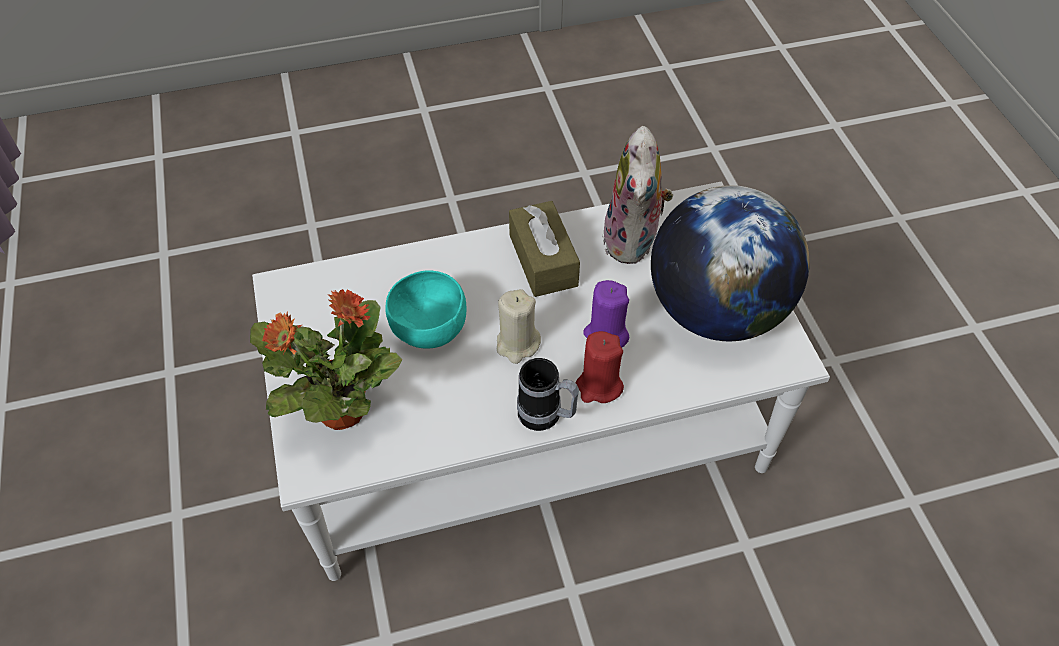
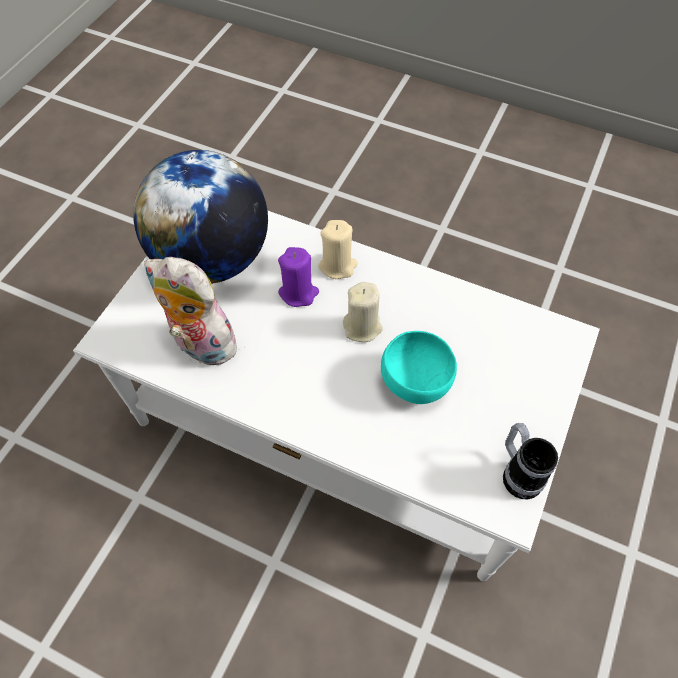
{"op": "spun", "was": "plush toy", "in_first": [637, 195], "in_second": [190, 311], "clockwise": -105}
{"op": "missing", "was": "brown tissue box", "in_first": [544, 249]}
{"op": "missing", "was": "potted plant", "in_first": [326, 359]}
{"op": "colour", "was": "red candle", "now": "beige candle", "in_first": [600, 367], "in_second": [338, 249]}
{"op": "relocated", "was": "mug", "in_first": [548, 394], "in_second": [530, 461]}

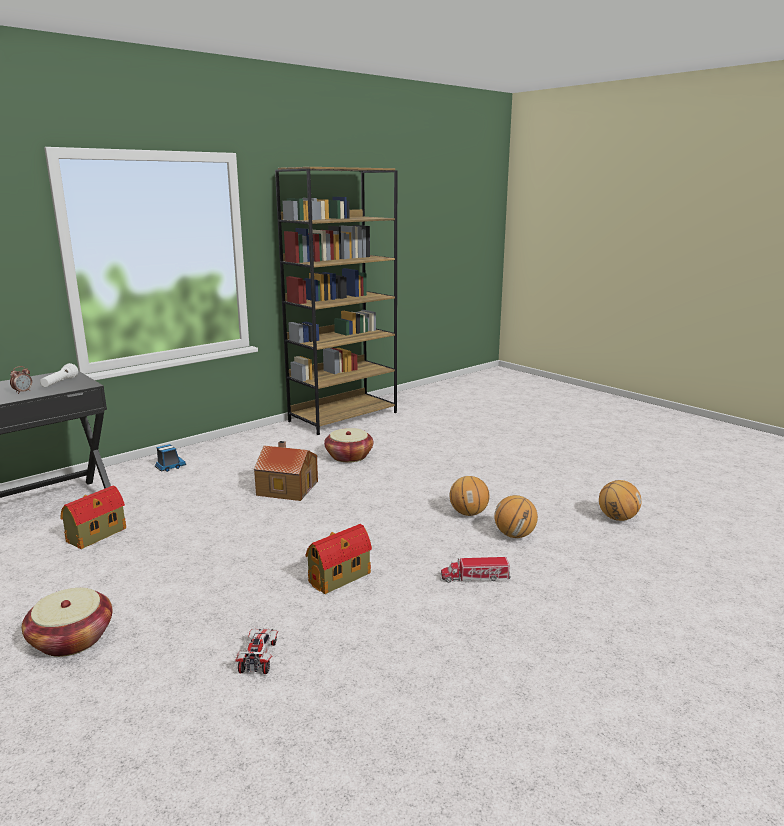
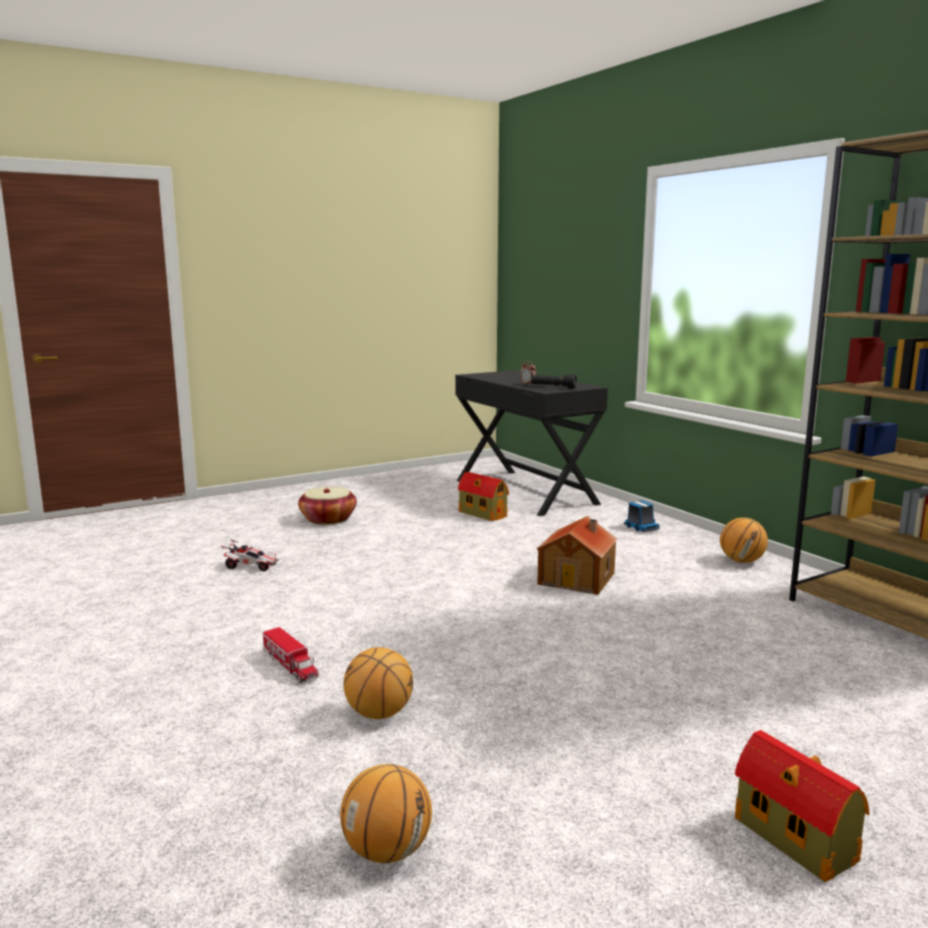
{"op": "colour", "was": "white flashlight", "now": "black flashlight", "in_first": [59, 375], "in_second": [553, 381]}
{"op": "missing", "was": "basket", "in_first": [348, 445]}
{"op": "relocated", "was": "basketball", "in_first": [470, 496], "in_second": [744, 540]}
{"op": "relocated", "was": "toy house", "in_first": [338, 559], "in_second": [802, 806]}
{"op": "spun", "was": "toy truck", "in_first": [476, 570], "in_second": [291, 655], "clockwise": 135}

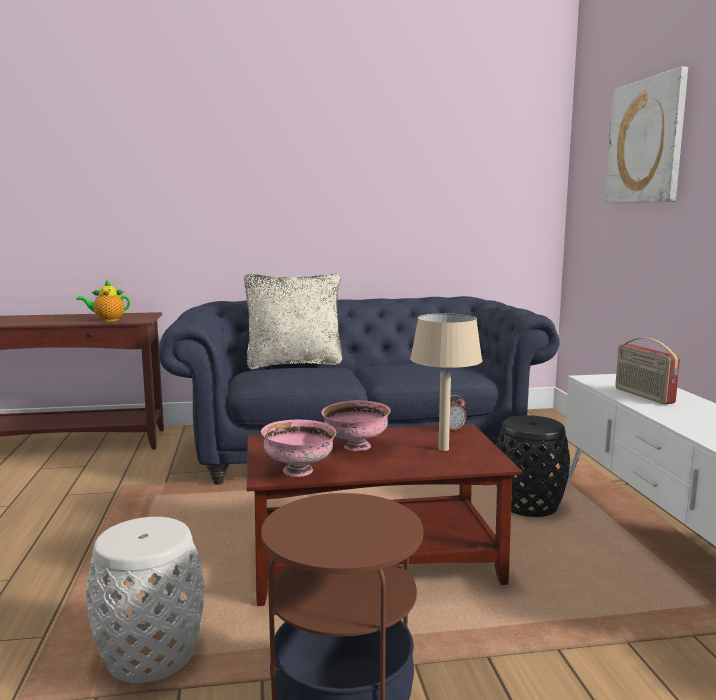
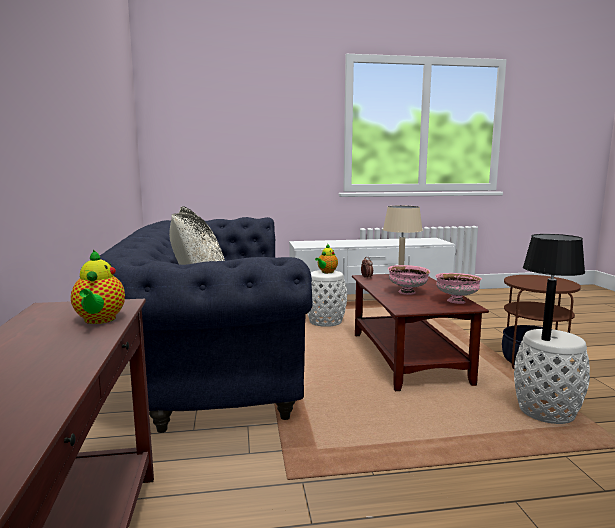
{"op": "missing", "was": "picture", "in_first": [646, 134]}
{"op": "missing", "was": "radio", "in_first": [647, 371]}
{"op": "colour", "was": "black stool", "now": "white stool", "in_first": [533, 466], "in_second": [327, 298]}
{"op": "appeared", "now": "black table lamp", "in_second": [554, 287]}
{"op": "appeared", "now": "teapot", "in_second": [326, 258]}

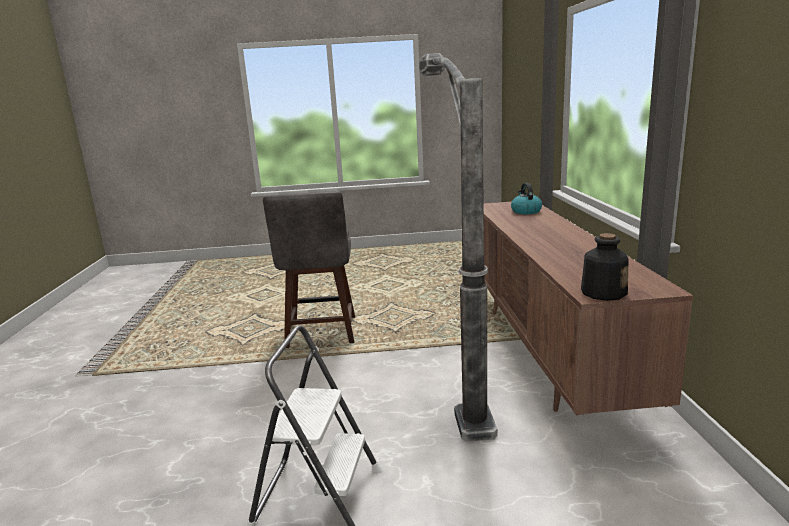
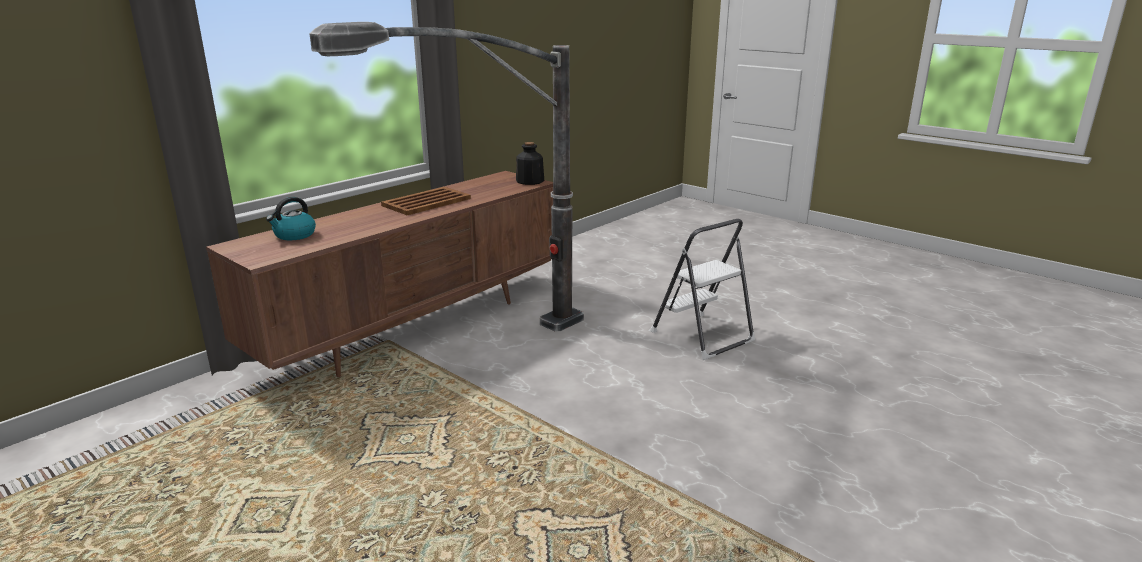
{"op": "missing", "was": "grey stool", "in_first": [309, 269]}
{"op": "appeared", "now": "brown tray", "in_second": [426, 201]}

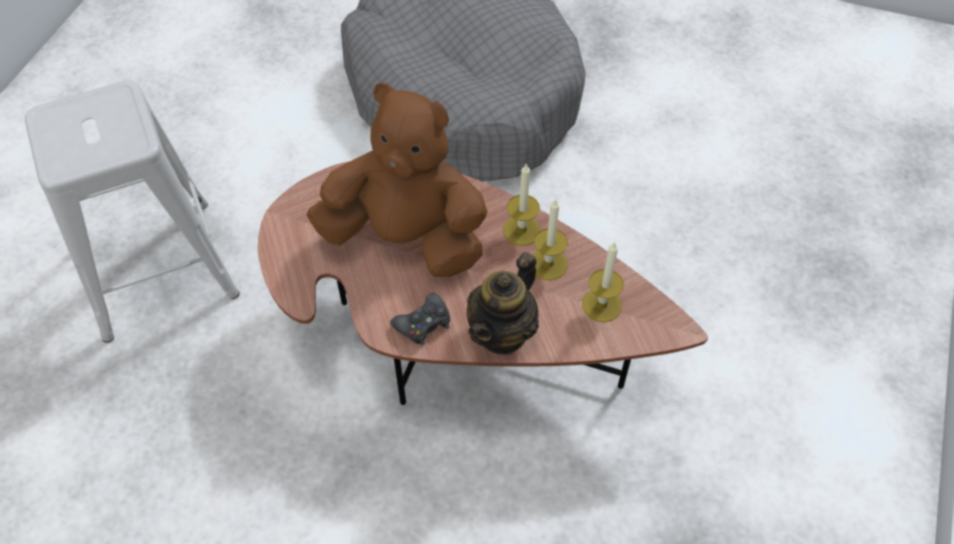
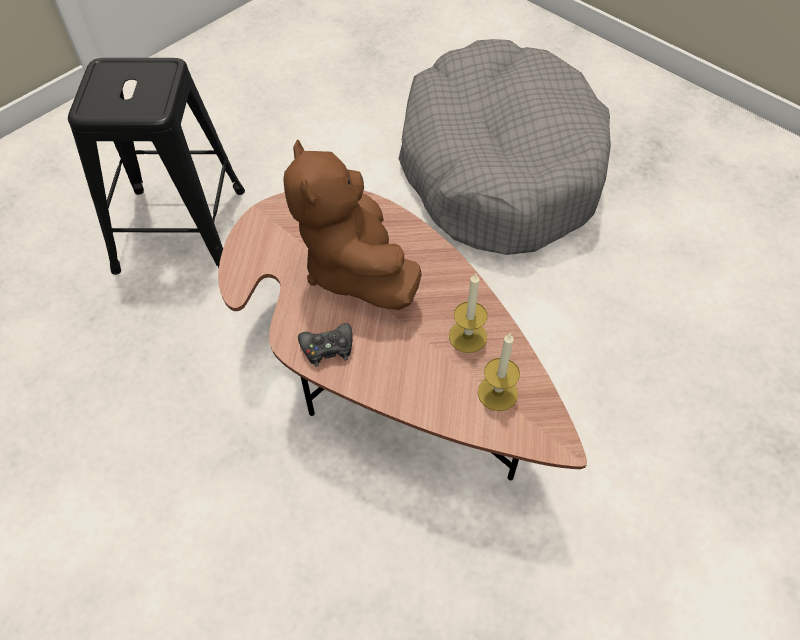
{"op": "colour", "was": "white stool", "now": "black stool", "in_first": [132, 212], "in_second": [156, 166]}
{"op": "spun", "was": "brown plush toy", "in_first": [397, 180], "in_second": [352, 225], "clockwise": -150}
{"op": "missing", "was": "candle", "in_first": [521, 205]}
{"op": "missing", "was": "teapot", "in_first": [503, 303]}

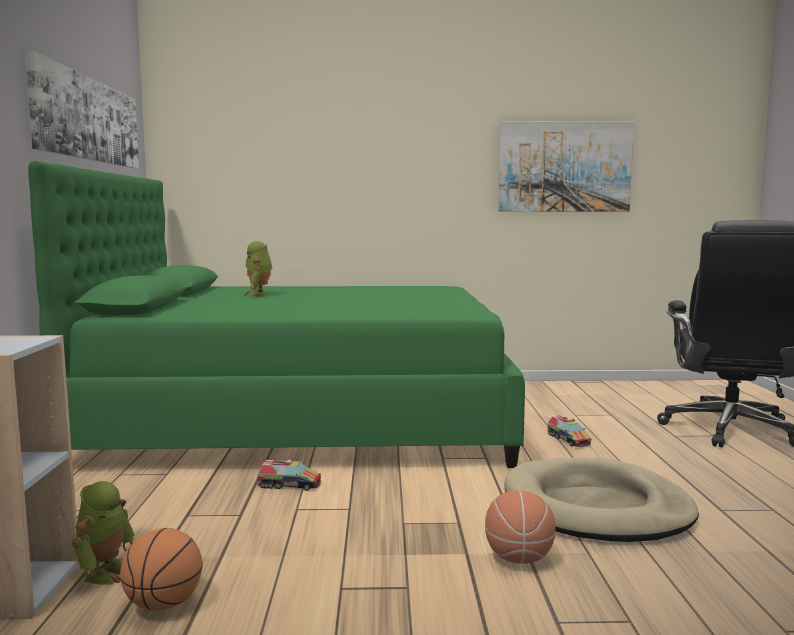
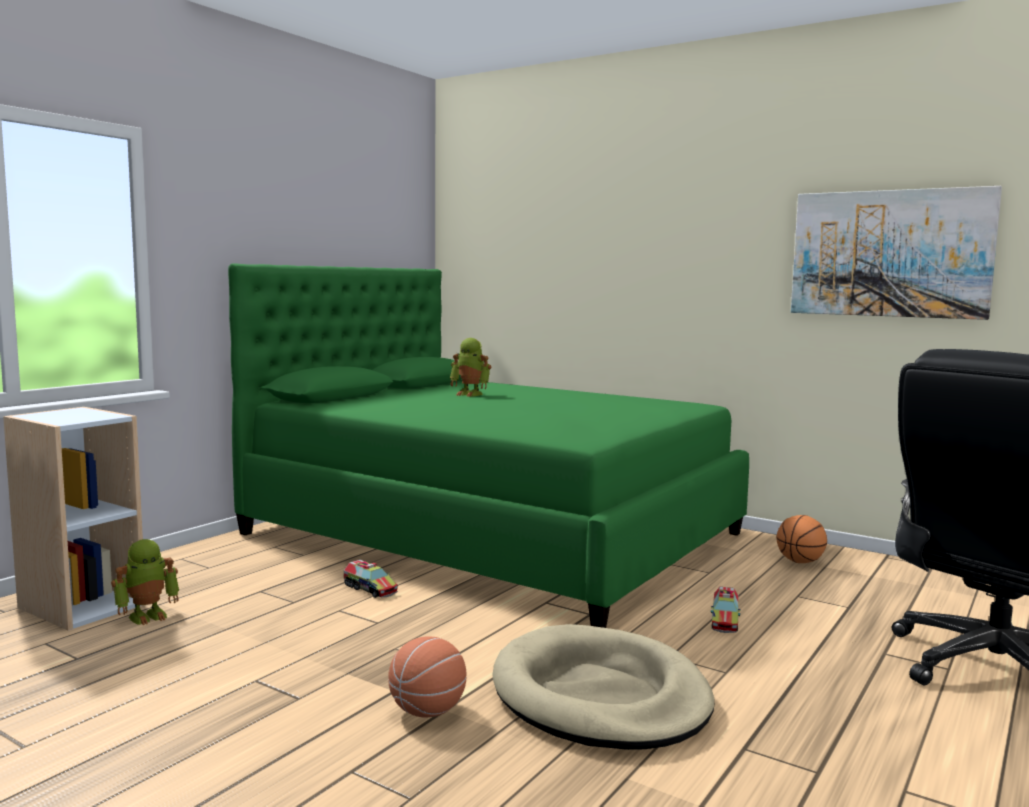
{"op": "missing", "was": "picture", "in_first": [82, 109]}
{"op": "spun", "was": "toy robot", "in_first": [258, 268], "in_second": [470, 367], "clockwise": -90}
{"op": "relocated", "was": "basketball", "in_first": [161, 569], "in_second": [801, 539]}

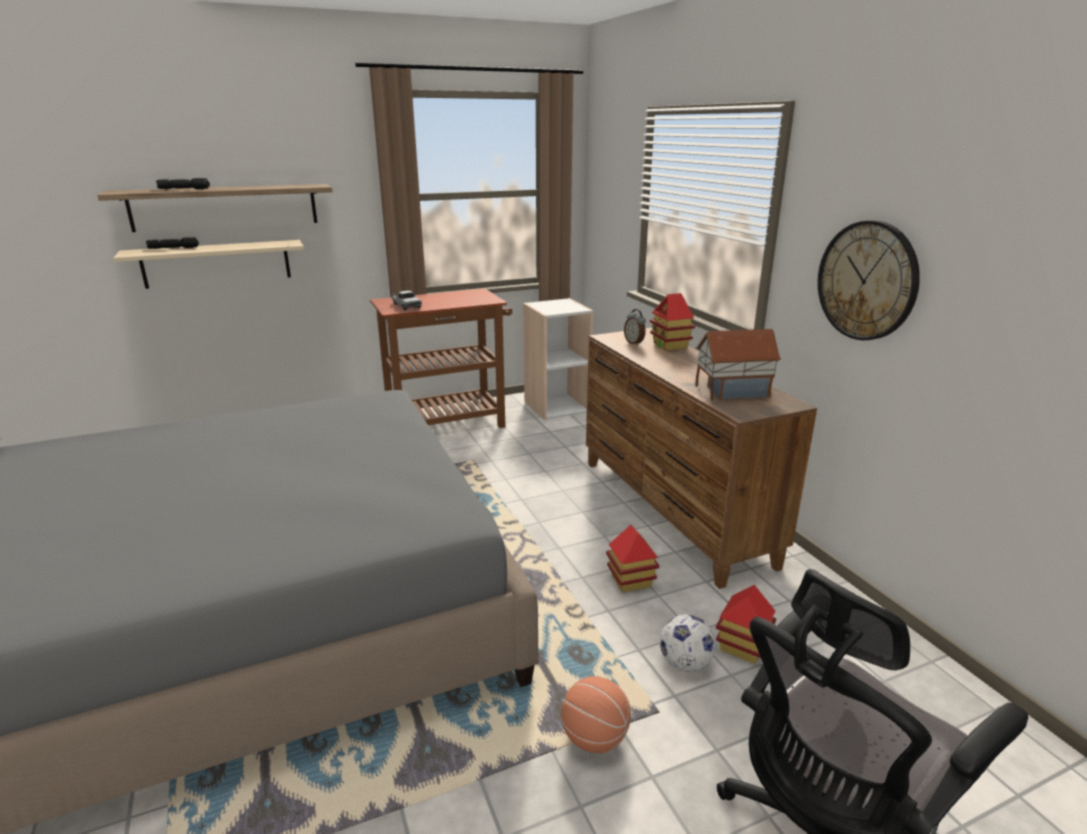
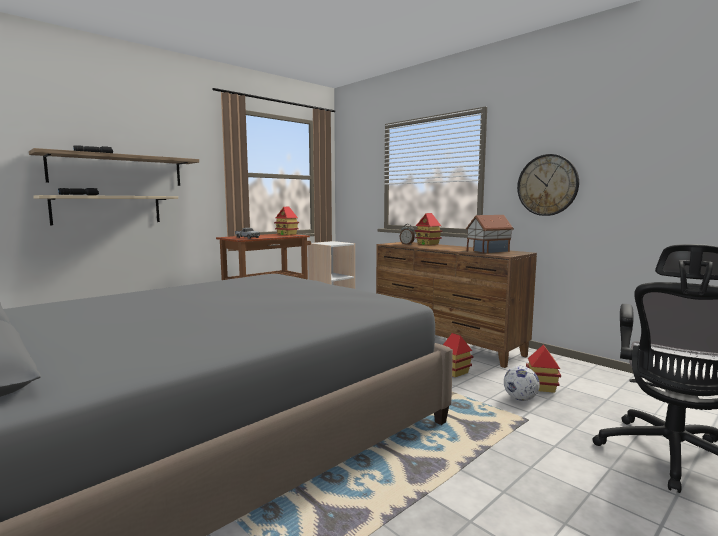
{"op": "missing", "was": "basketball", "in_first": [596, 714]}
{"op": "appeared", "now": "toy house", "in_second": [286, 221]}

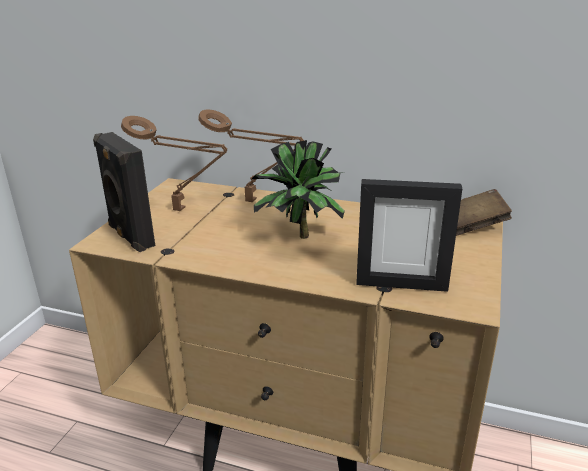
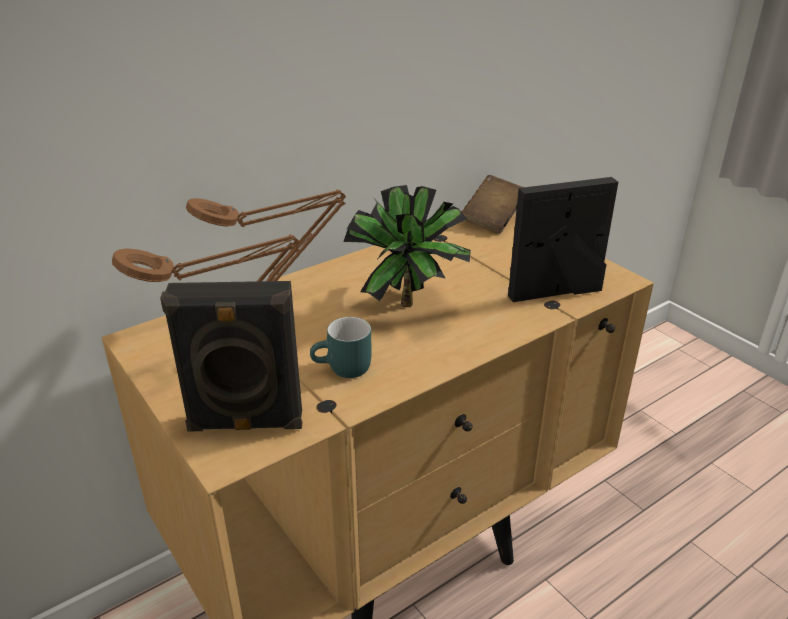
{"op": "spun", "was": "picture frame", "in_first": [409, 235], "in_second": [563, 239], "clockwise": -150}
{"op": "appeared", "now": "turquoise mug", "in_second": [341, 347]}

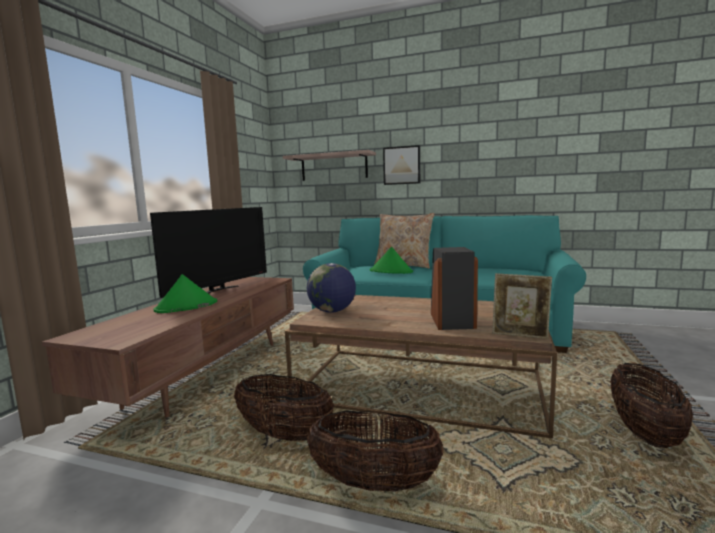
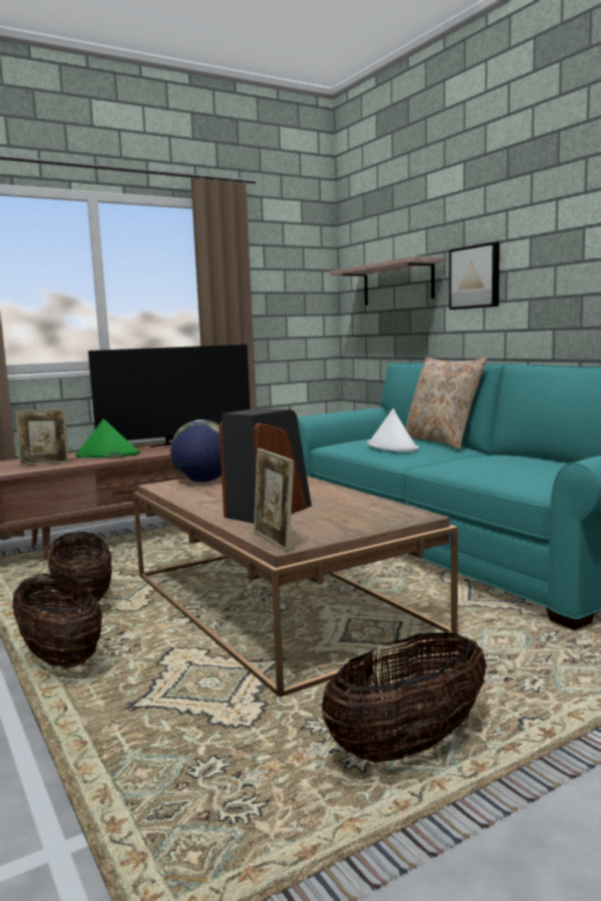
{"op": "colour", "was": "green hat", "now": "white hat", "in_first": [391, 260], "in_second": [393, 430]}
{"op": "appeared", "now": "picture frame", "in_second": [42, 437]}

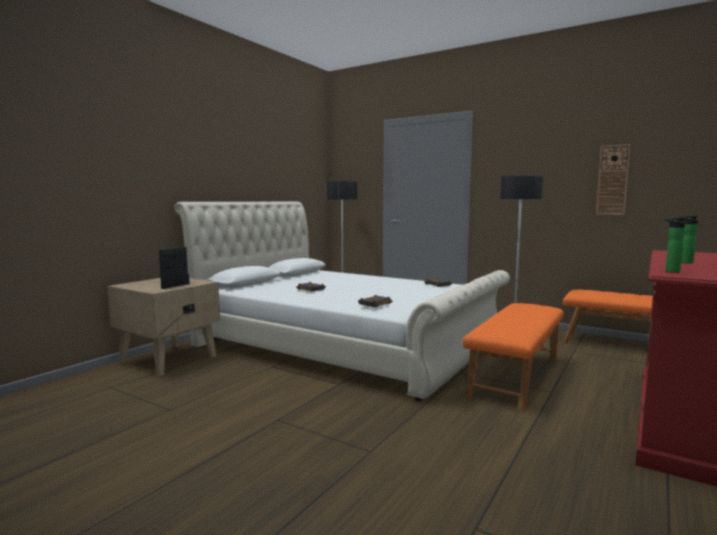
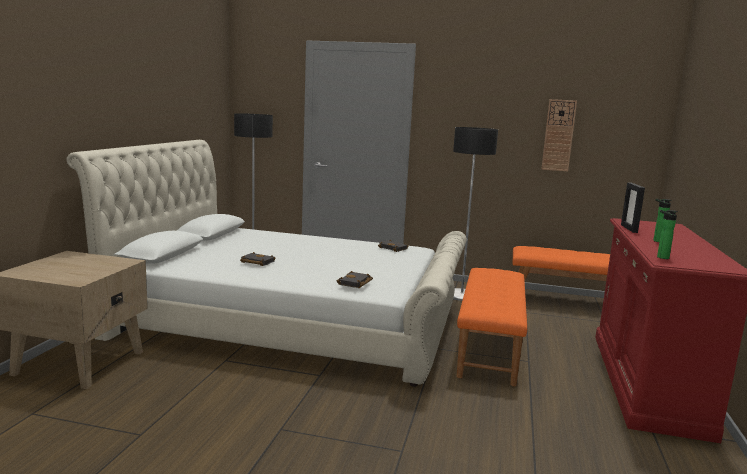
{"op": "relocated", "was": "picture frame", "in_first": [174, 268], "in_second": [633, 207]}

